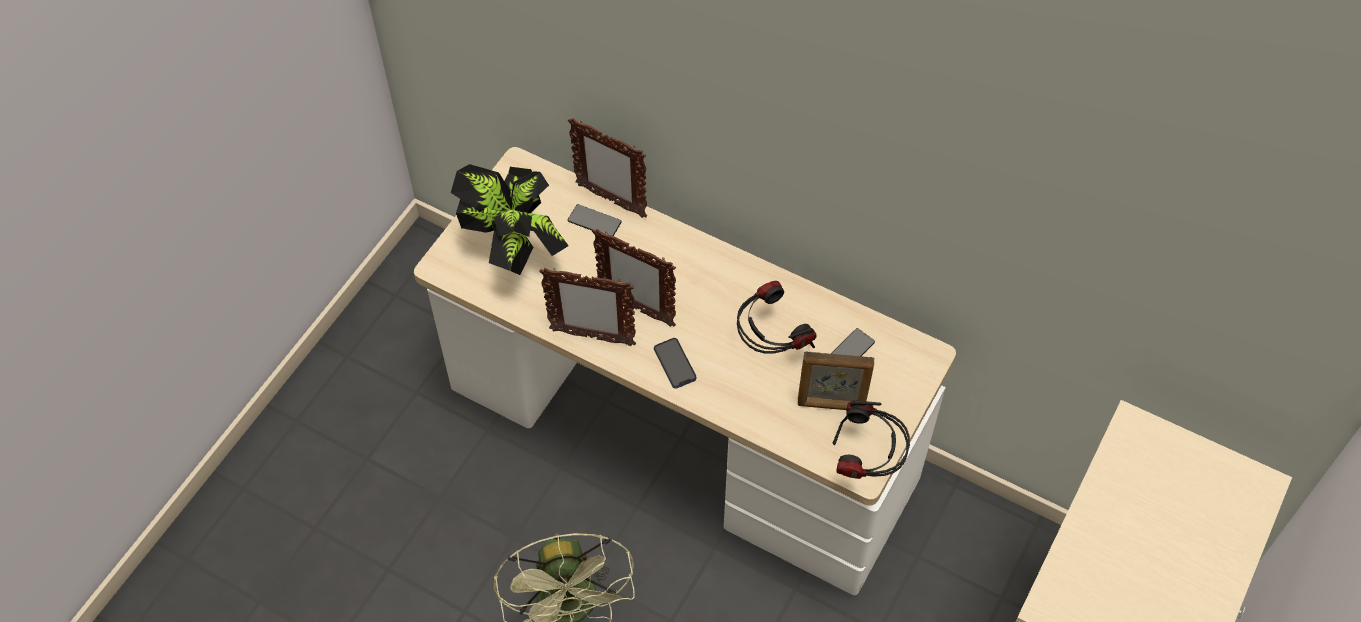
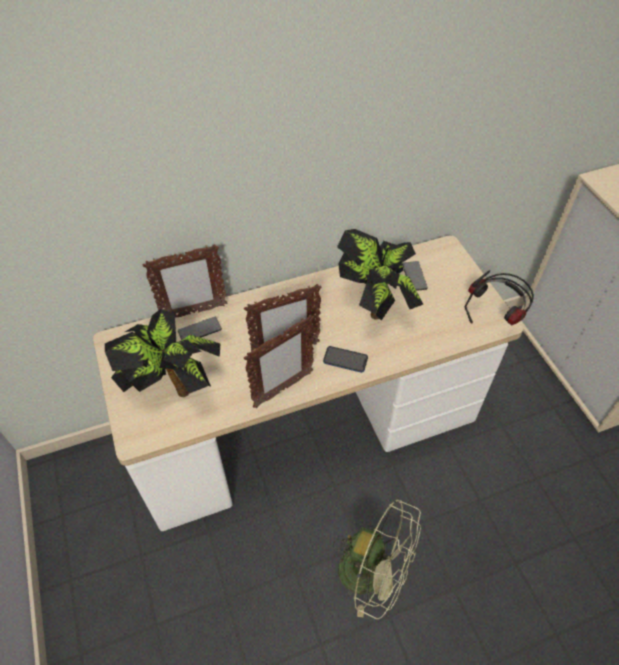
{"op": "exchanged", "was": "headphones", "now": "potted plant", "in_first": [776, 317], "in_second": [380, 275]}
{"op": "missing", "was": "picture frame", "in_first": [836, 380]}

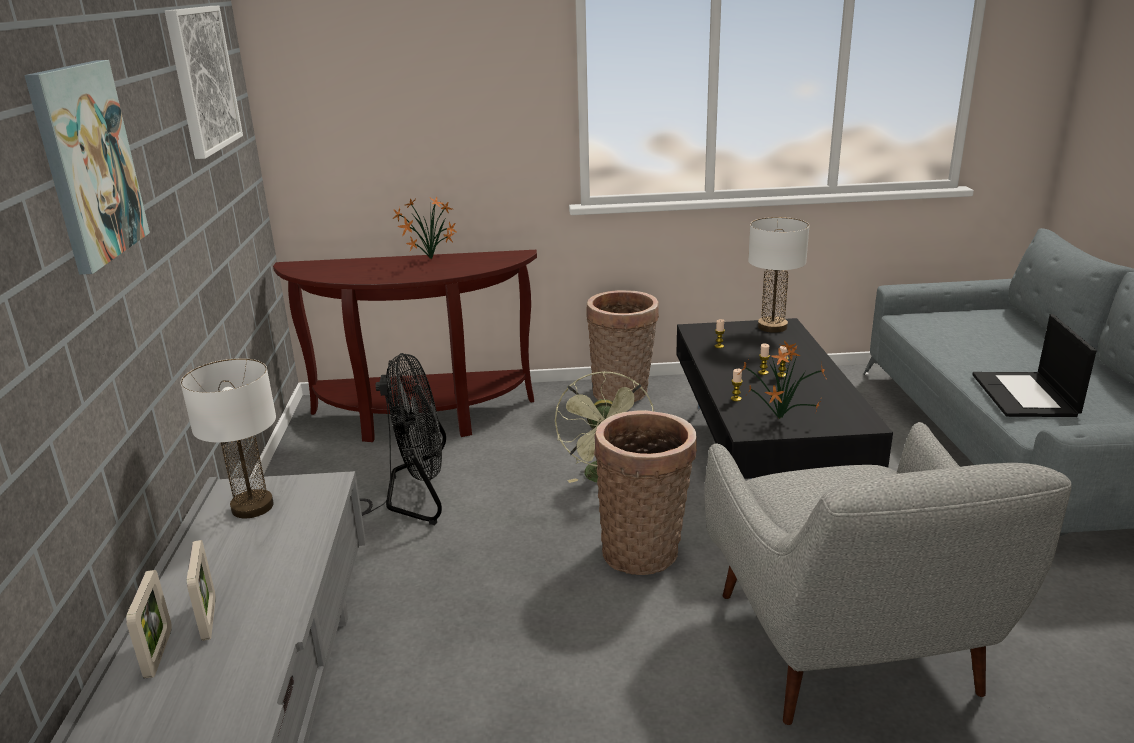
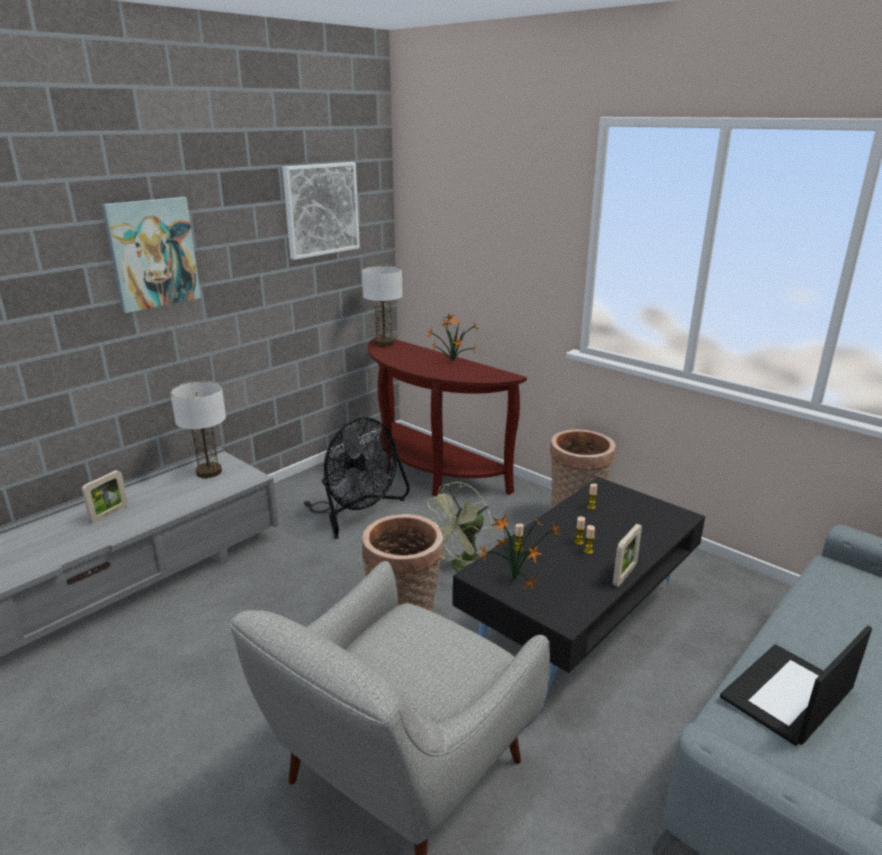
{"op": "relocated", "was": "table lamp", "in_first": [778, 275], "in_second": [382, 306]}
{"op": "relocated", "was": "picture frame", "in_first": [149, 624], "in_second": [627, 555]}

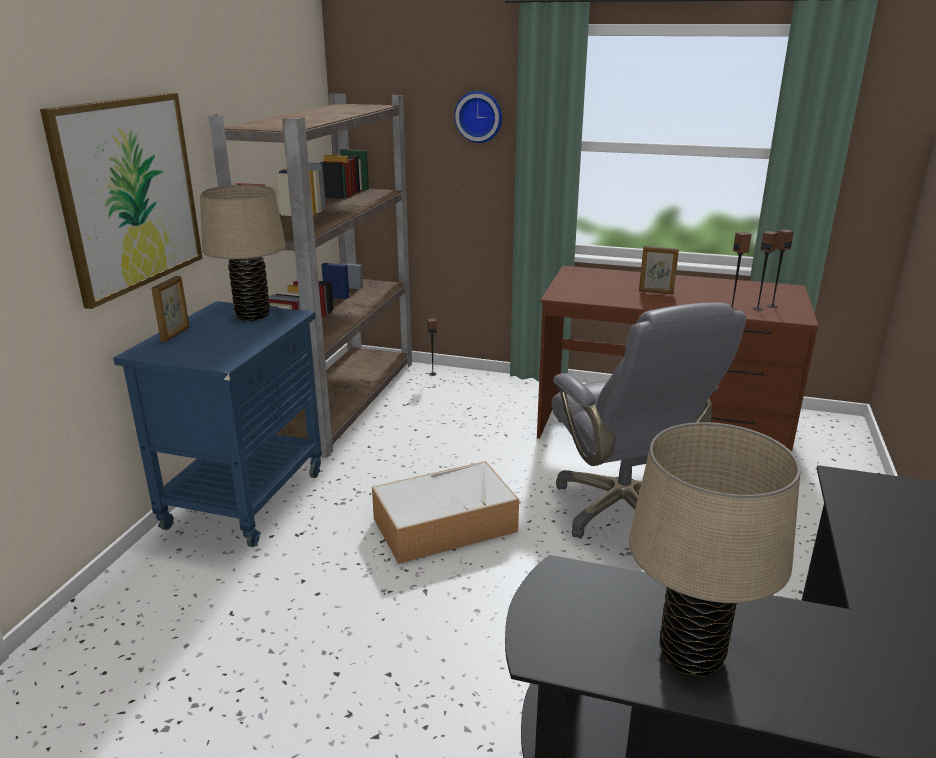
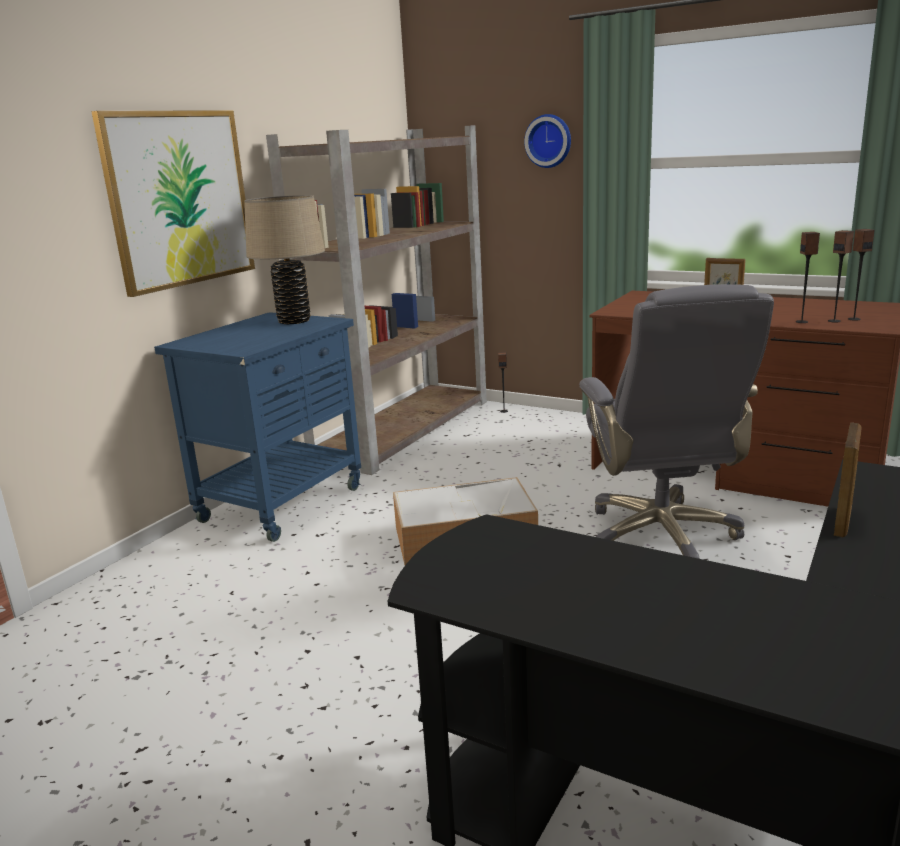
{"op": "relocated", "was": "picture frame", "in_first": [170, 309], "in_second": [848, 480]}
{"op": "missing", "was": "beige table lamp", "in_first": [715, 549]}

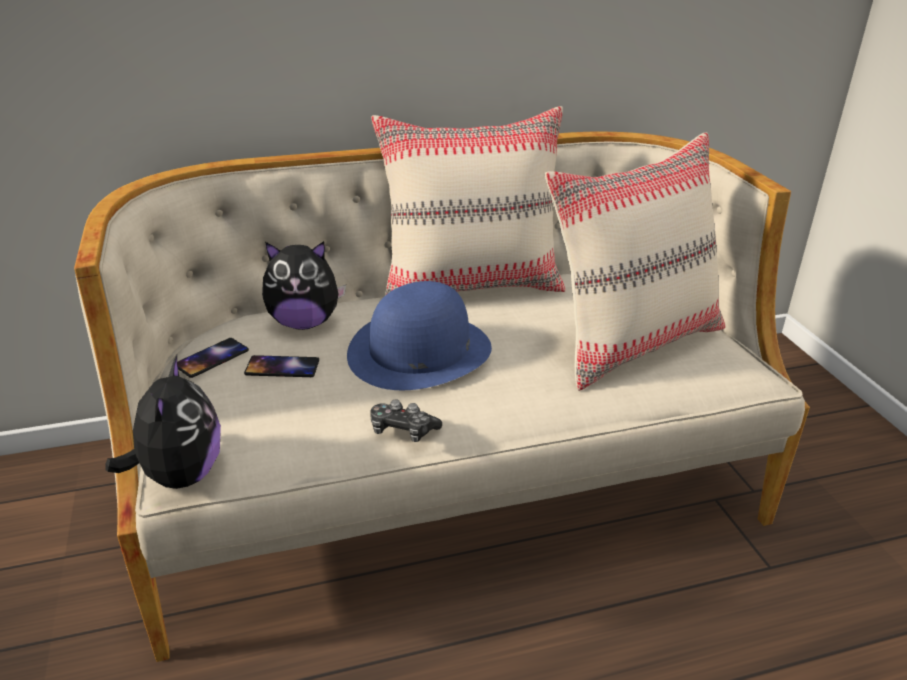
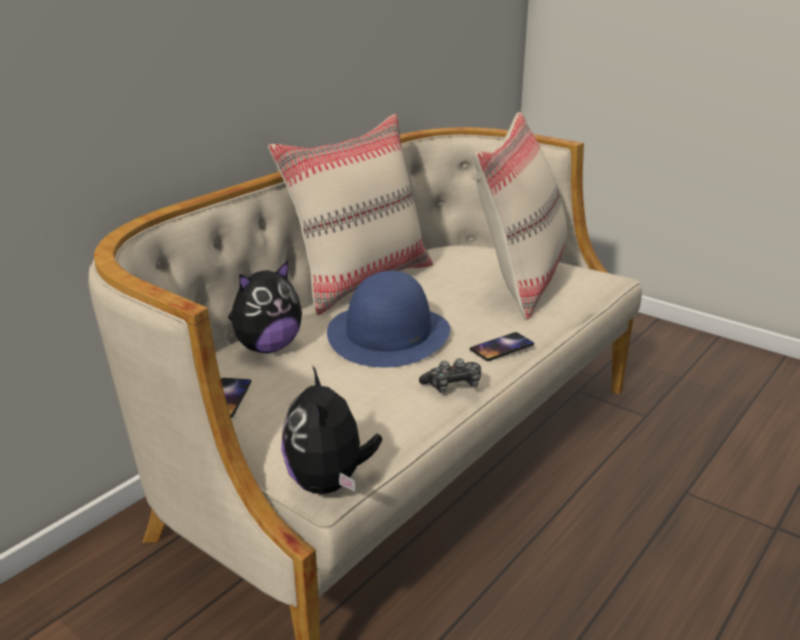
{"op": "spun", "was": "plush toy", "in_first": [163, 422], "in_second": [331, 429], "clockwise": -150}
{"op": "relocated", "was": "phone", "in_first": [281, 366], "in_second": [502, 346]}

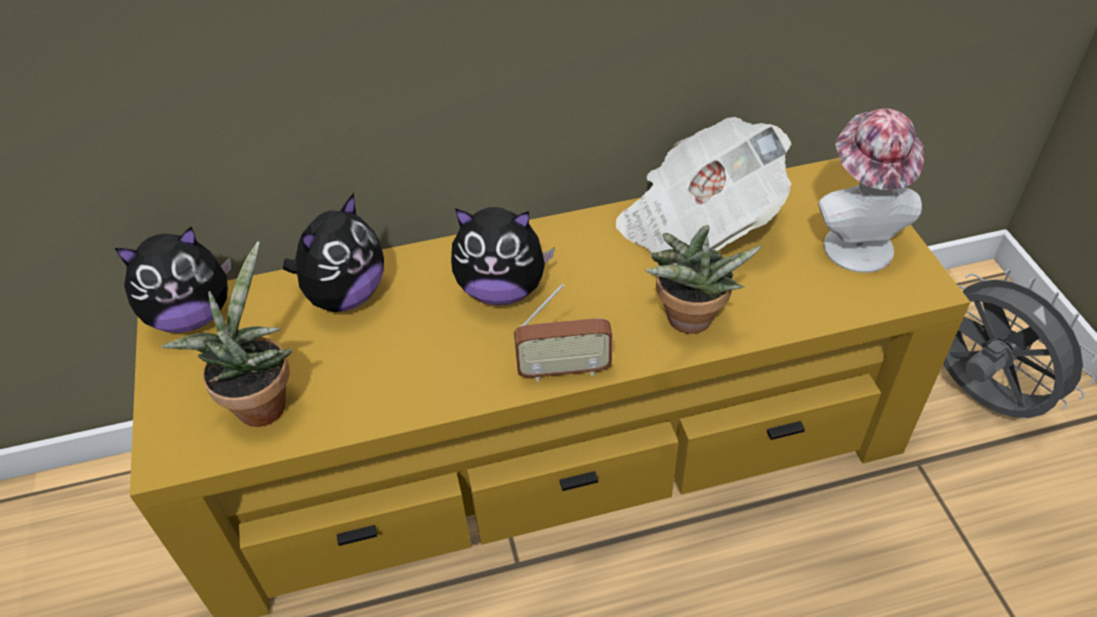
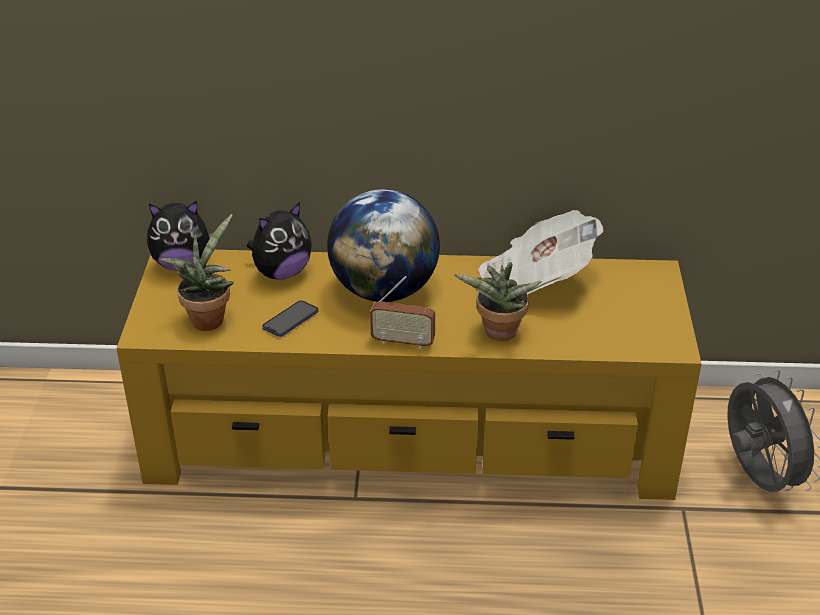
{"op": "missing", "was": "hat", "in_first": [871, 190]}
{"op": "exchanged", "was": "plush toy", "now": "globe", "in_first": [503, 256], "in_second": [383, 245]}
{"op": "appeared", "now": "phone", "in_second": [290, 318]}

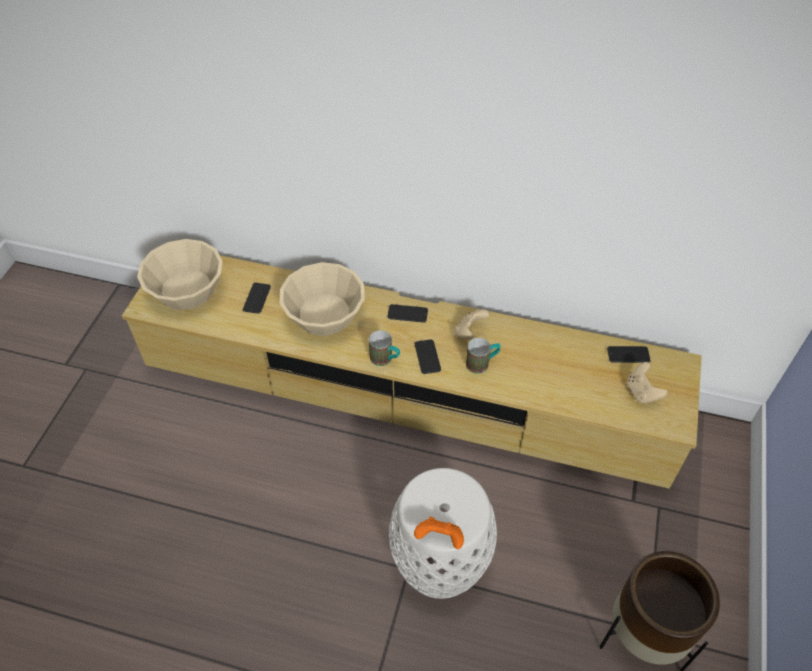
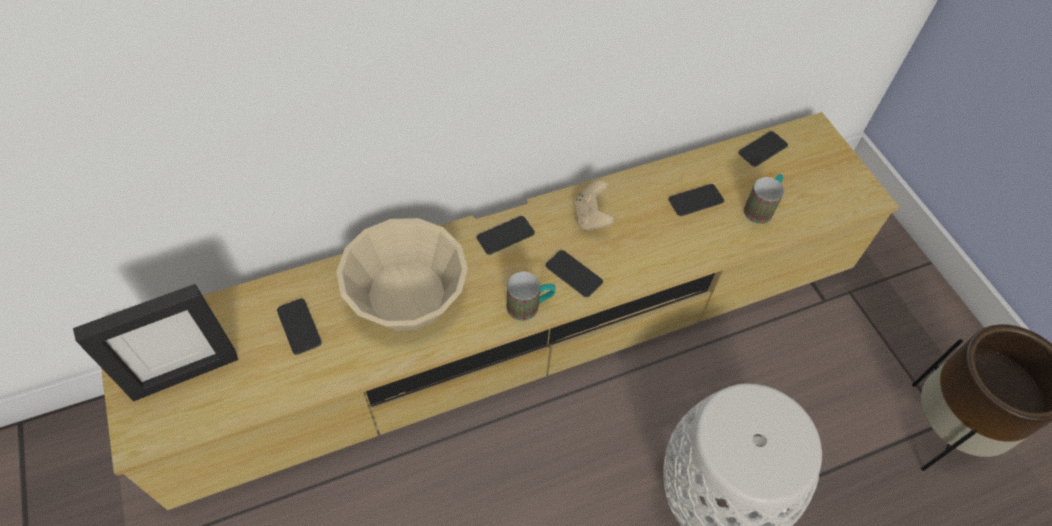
{"op": "exchanged", "was": "beige bowl", "now": "picture frame", "in_first": [180, 274], "in_second": [155, 342]}
{"op": "relocated", "was": "mug", "in_first": [483, 356], "in_second": [764, 199]}
{"op": "missing", "was": "beige game controller", "in_first": [647, 383]}
{"op": "missing", "was": "orange game controller", "in_first": [439, 533]}
{"op": "appeared", "now": "phone", "in_second": [696, 200]}

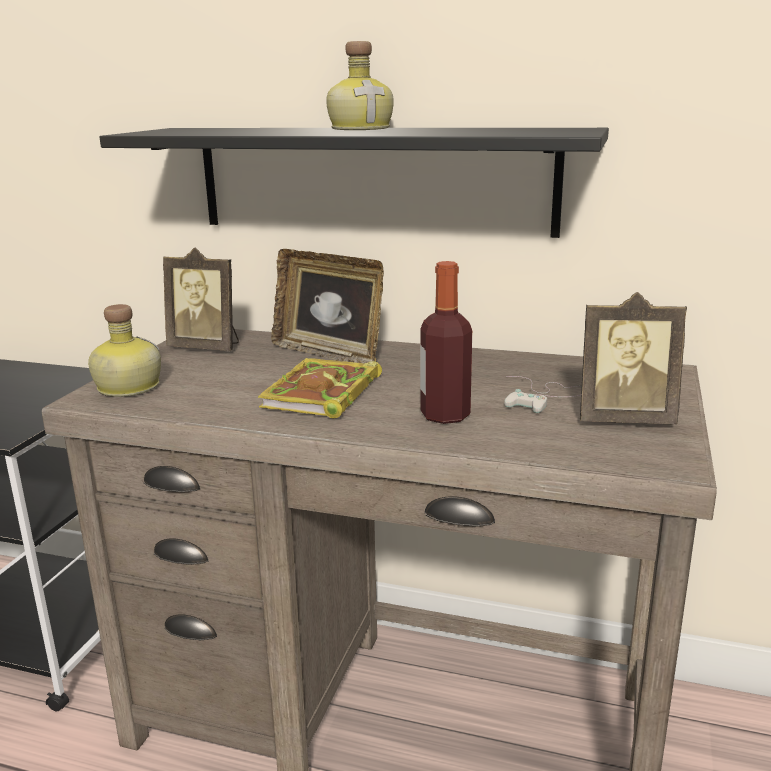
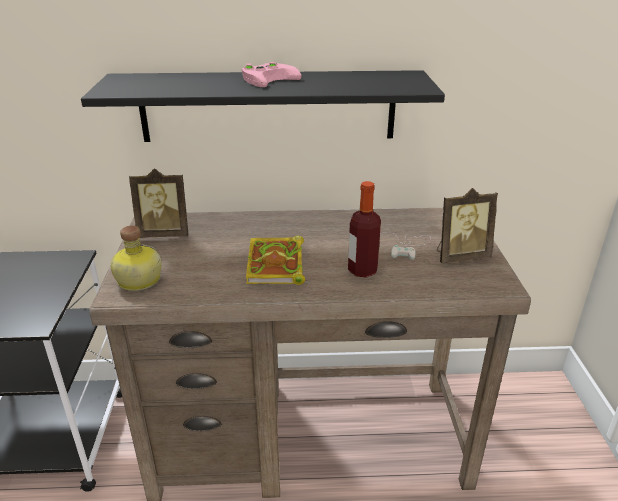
{"op": "exchanged", "was": "bottle", "now": "pink game controller", "in_first": [360, 85], "in_second": [272, 74]}
{"op": "missing", "was": "picture frame", "in_first": [327, 306]}

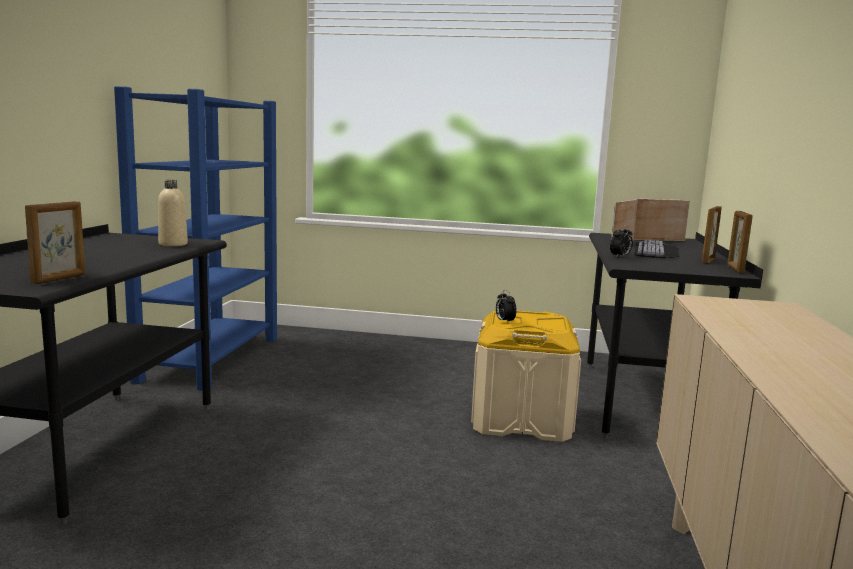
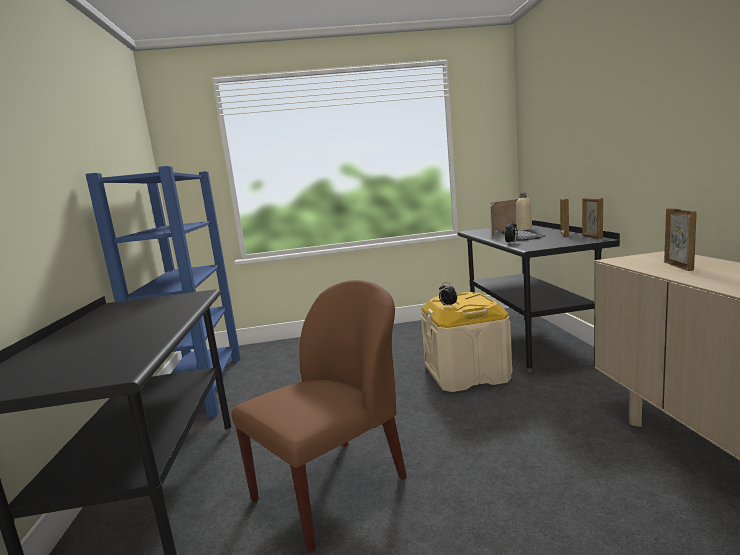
{"op": "relocated", "was": "beige bottle", "in_first": [173, 213], "in_second": [524, 211]}
{"op": "relocated", "was": "picture frame", "in_first": [55, 242], "in_second": [680, 239]}
{"op": "appeared", "now": "brown chair", "in_second": [319, 416]}

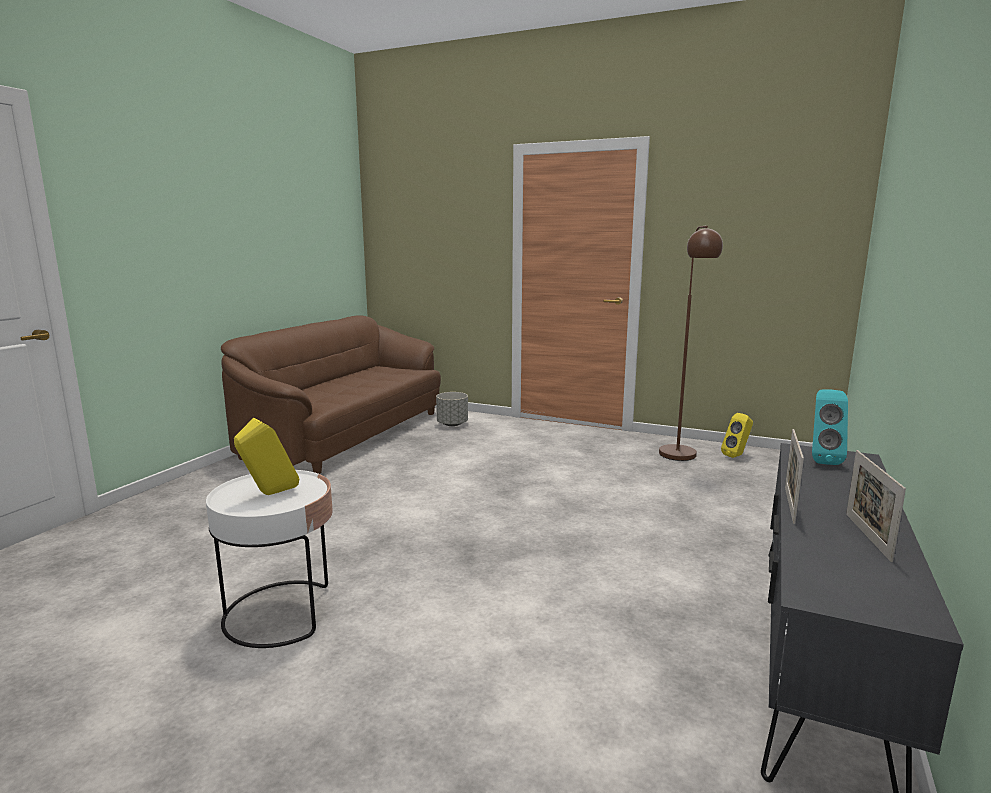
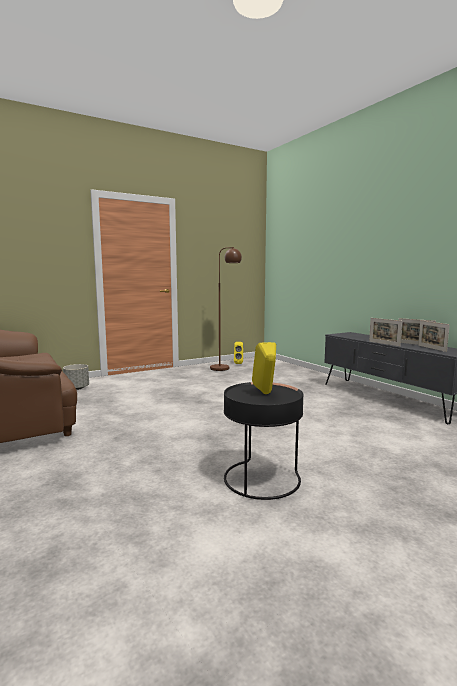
{"op": "missing", "was": "turquoise speaker", "in_first": [830, 427]}
{"op": "colour", "was": "white side table", "now": "black side table", "in_first": [269, 559], "in_second": [263, 441]}
{"op": "appeared", "now": "picture frame", "in_second": [434, 336]}

